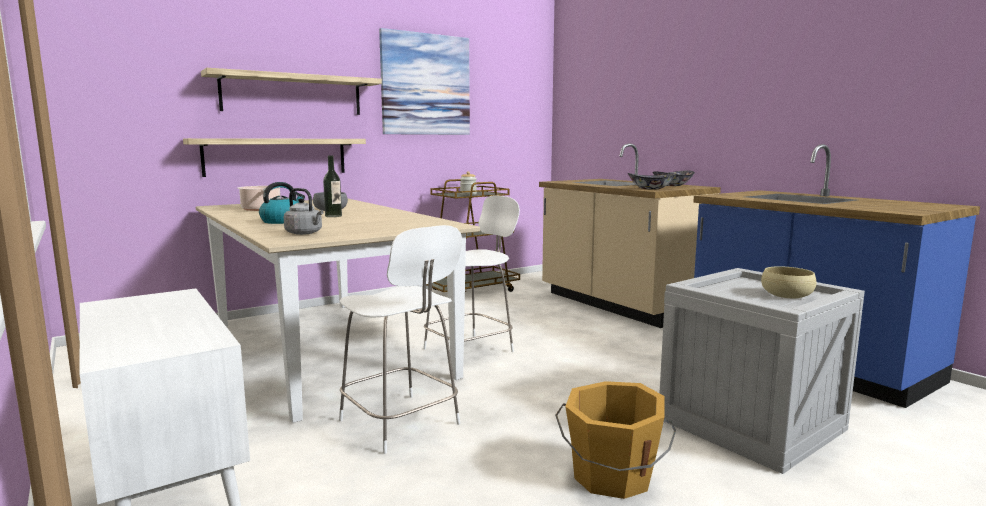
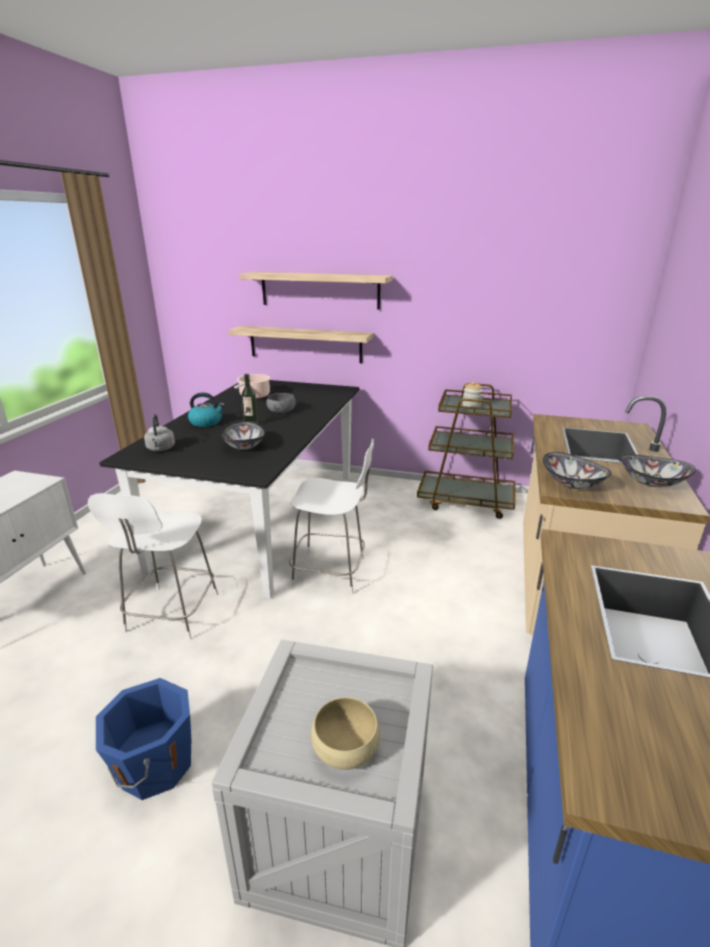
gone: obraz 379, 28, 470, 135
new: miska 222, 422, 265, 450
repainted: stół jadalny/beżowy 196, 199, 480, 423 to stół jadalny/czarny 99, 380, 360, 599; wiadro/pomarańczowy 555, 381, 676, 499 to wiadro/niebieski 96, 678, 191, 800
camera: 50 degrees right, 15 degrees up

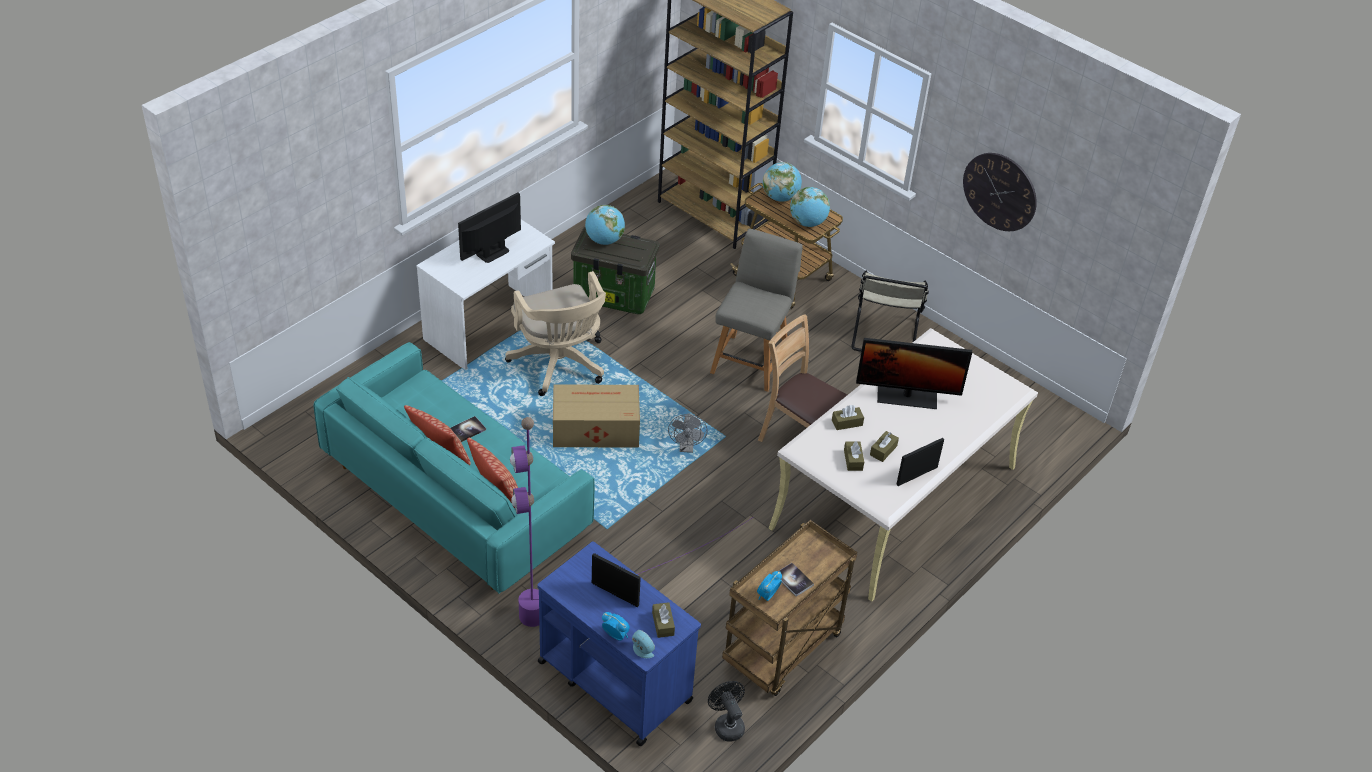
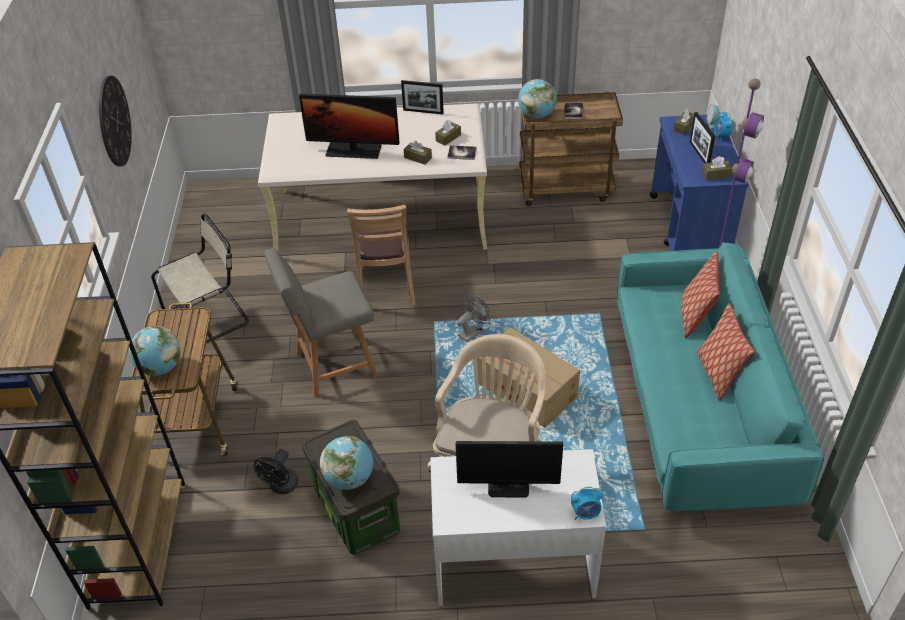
shifted: globus 790, 187, 830, 227 to 518, 79, 557, 118; książka 450, 416, 486, 442 to 447, 145, 477, 160; pudełko chusteczek/brązowy 870, 431, 899, 462 to 702, 156, 732, 180; budzik 757, 571, 782, 601 to 571, 487, 603, 520; wentylator/czarny 708, 681, 745, 742 to 254, 449, 298, 494
rotated: monitor 856, 338, 972, 409 = 299, 94, 400, 159 135 degrees clockwise
camera: 130 degrees left, 0 degrees up

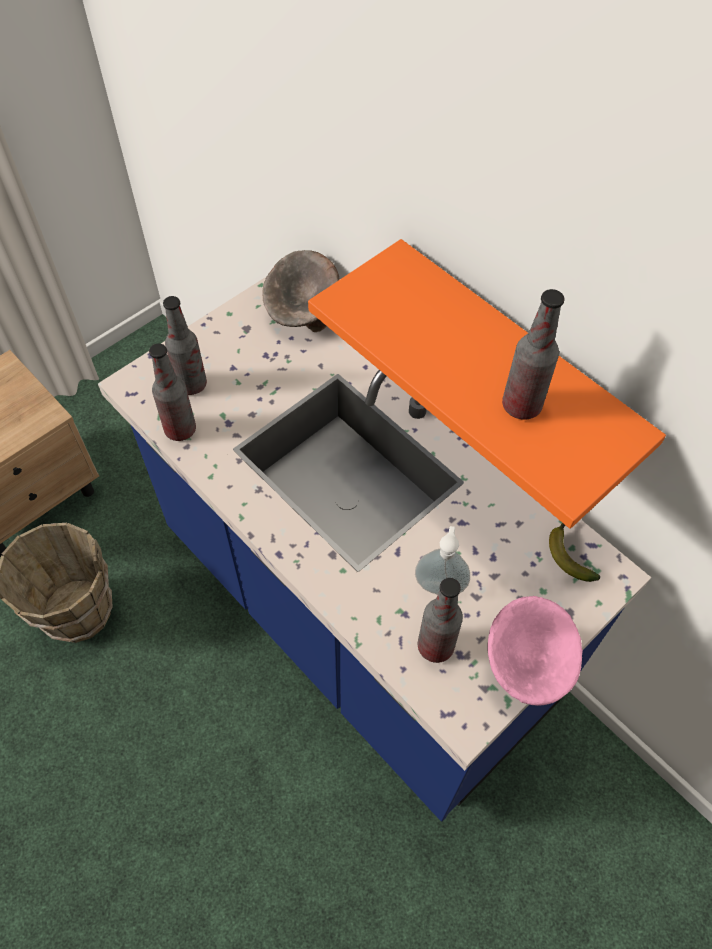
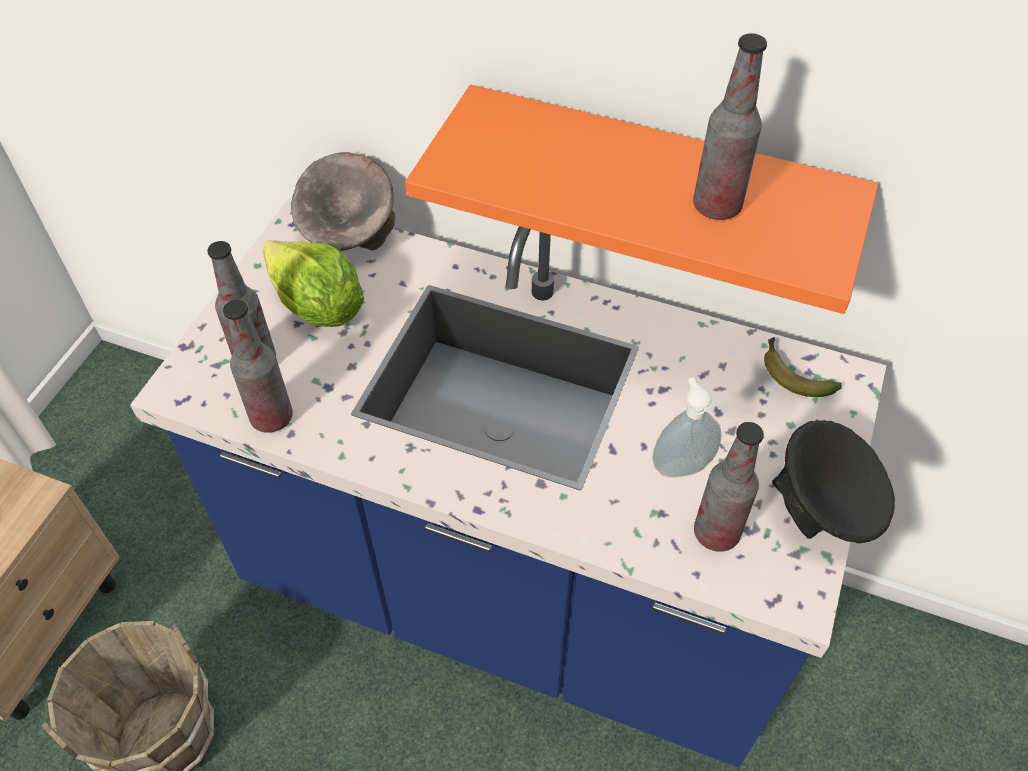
new: sałata 262, 240, 364, 327
repainted: miska/różowy 487, 596, 583, 706 to miska/czarny 772, 420, 895, 543
camera: 25 degrees left, 5 degrees down

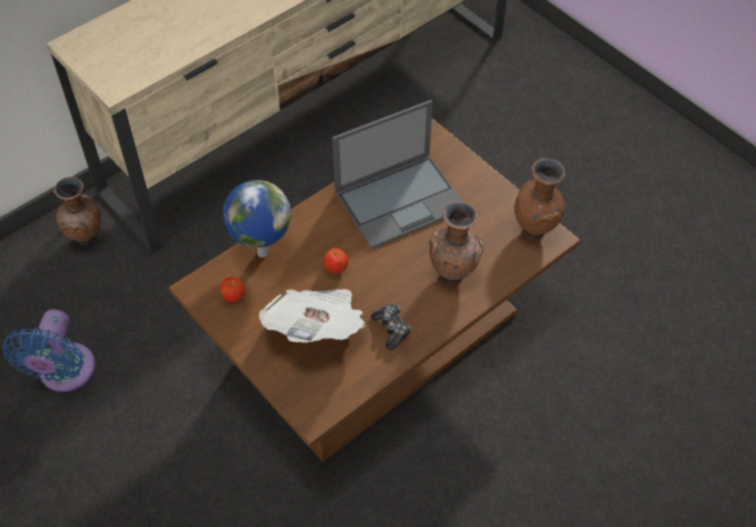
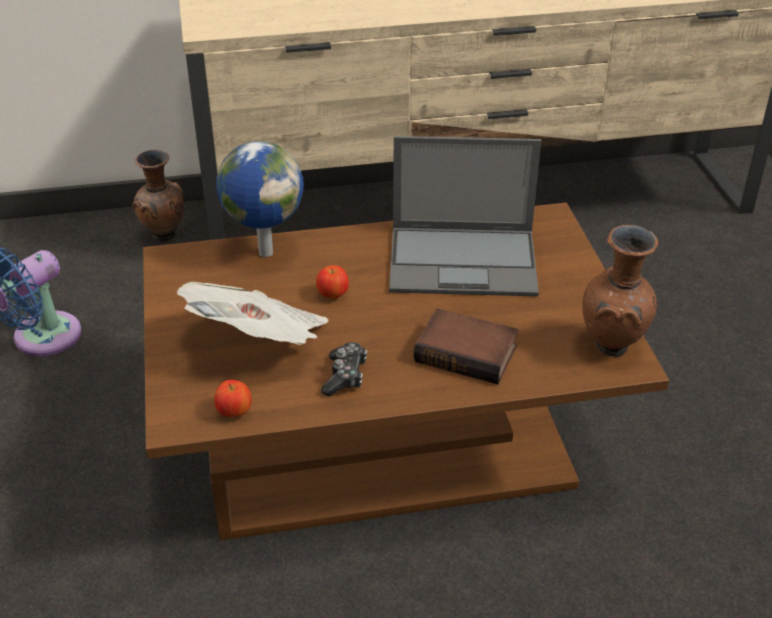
shifted: jabłko 220, 277, 246, 302 to 214, 380, 252, 417
swapped: wazon/brązowy 429, 202, 483, 285 to książka 414, 308, 519, 384
camera: 30 degrees right, 15 degrees down

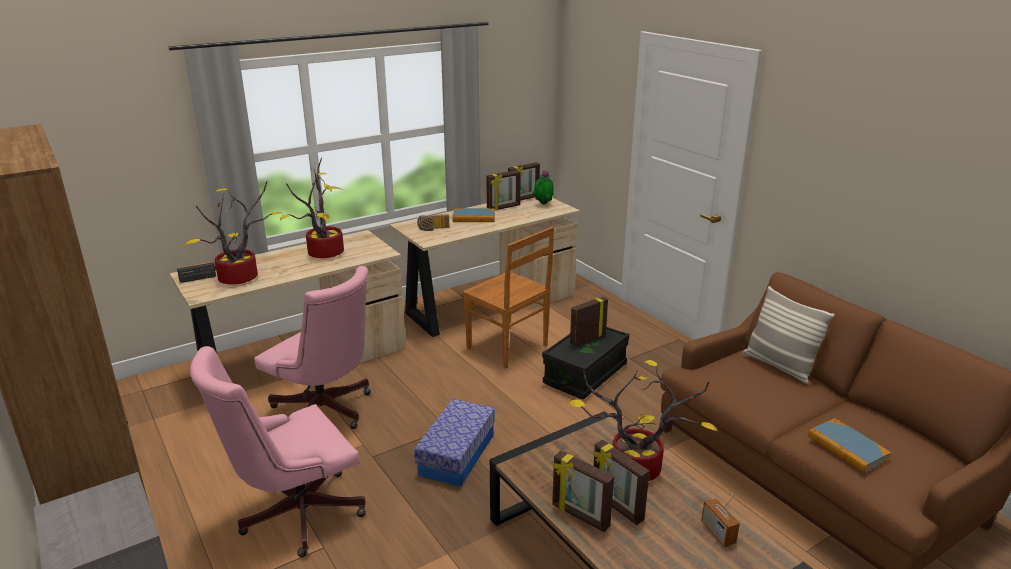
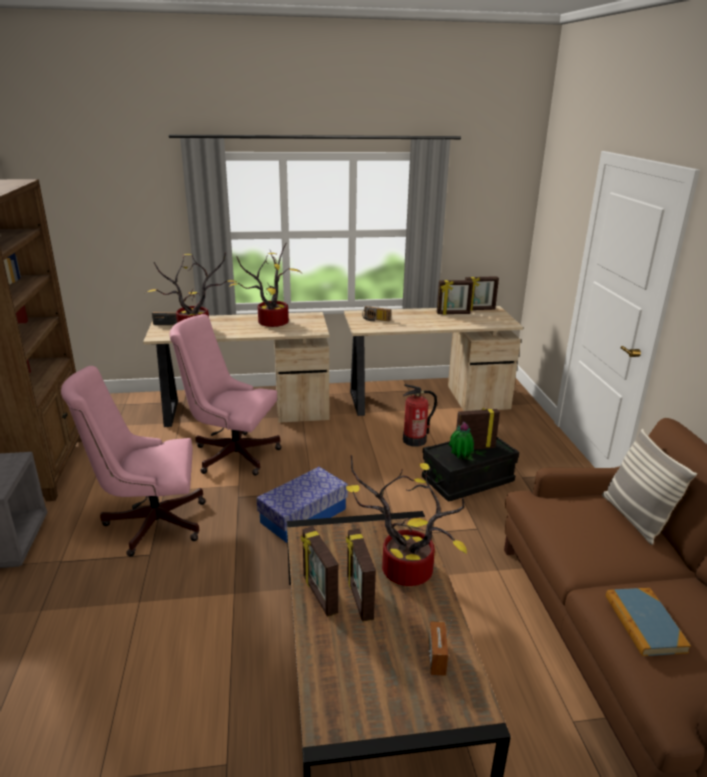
gone: książka 453, 208, 495, 222
shifted: roślina doniczkowa 533, 170, 554, 204 to 448, 421, 474, 459
swapped: krzesło/brązowy 463, 226, 554, 369 to gaśnica 403, 384, 437, 447
rotated: krzesło biurowe/różowy 254, 266, 371, 429 = 170, 314, 281, 476 135 degrees clockwise
camera: 25 degrees right, 0 degrees up

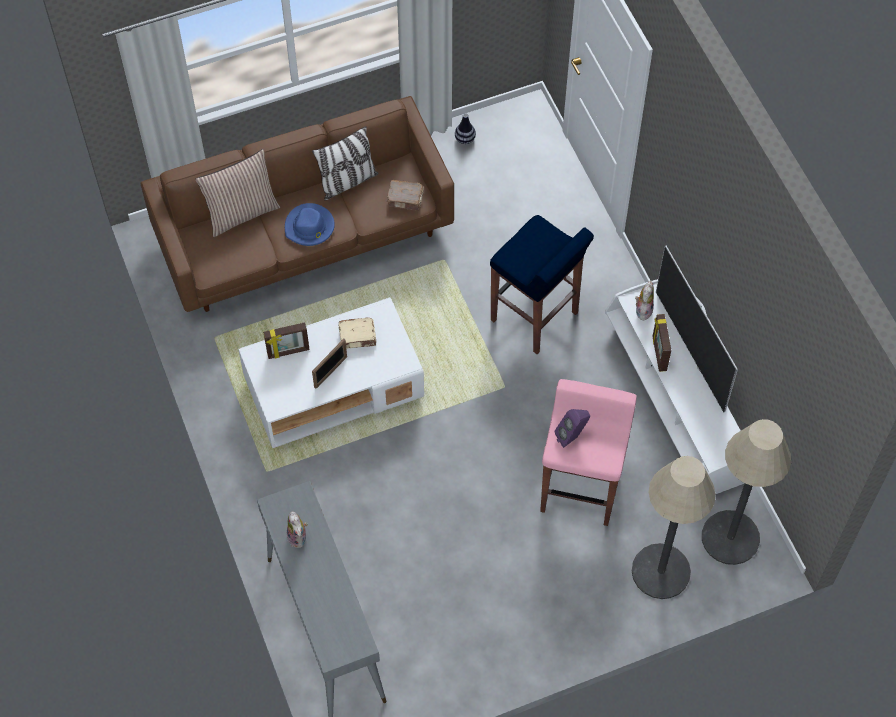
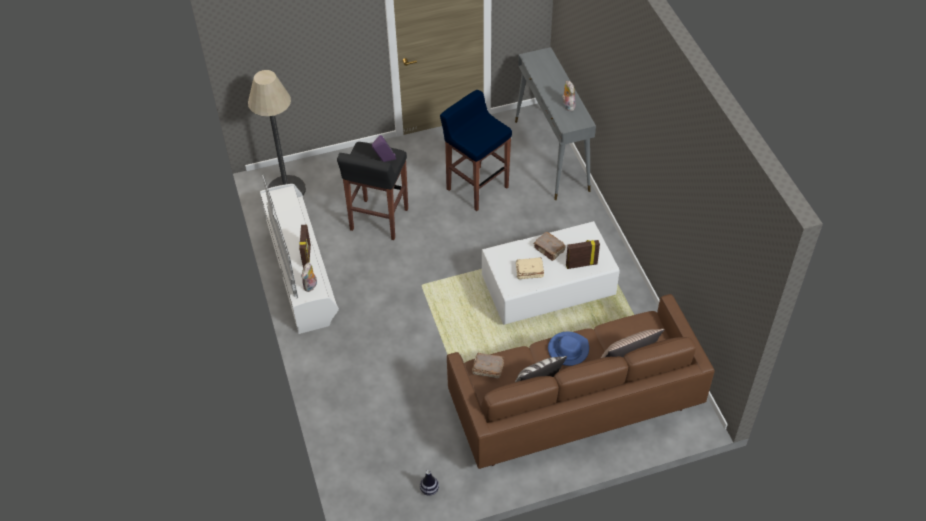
gone: lampa stojąca 632, 456, 716, 599
shifted: stołek/niebieski 490, 215, 594, 354 to 440, 90, 512, 211
swapped: ramka na zdjęcie 312, 339, 347, 389 to książka/brązowy 533, 232, 566, 261
repainted: stołek/różowy 540, 379, 637, 526 to stołek/czarny 337, 142, 408, 240
camera: 175 degrees left, 10 degrees down

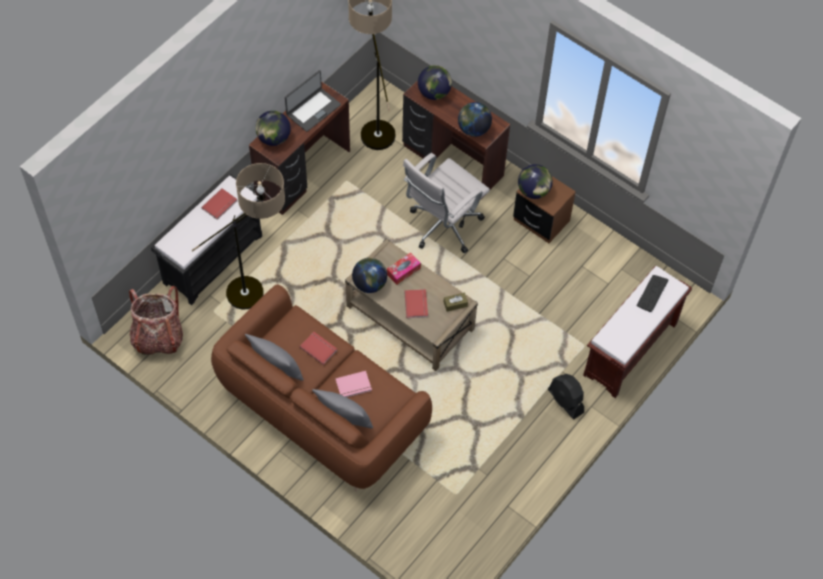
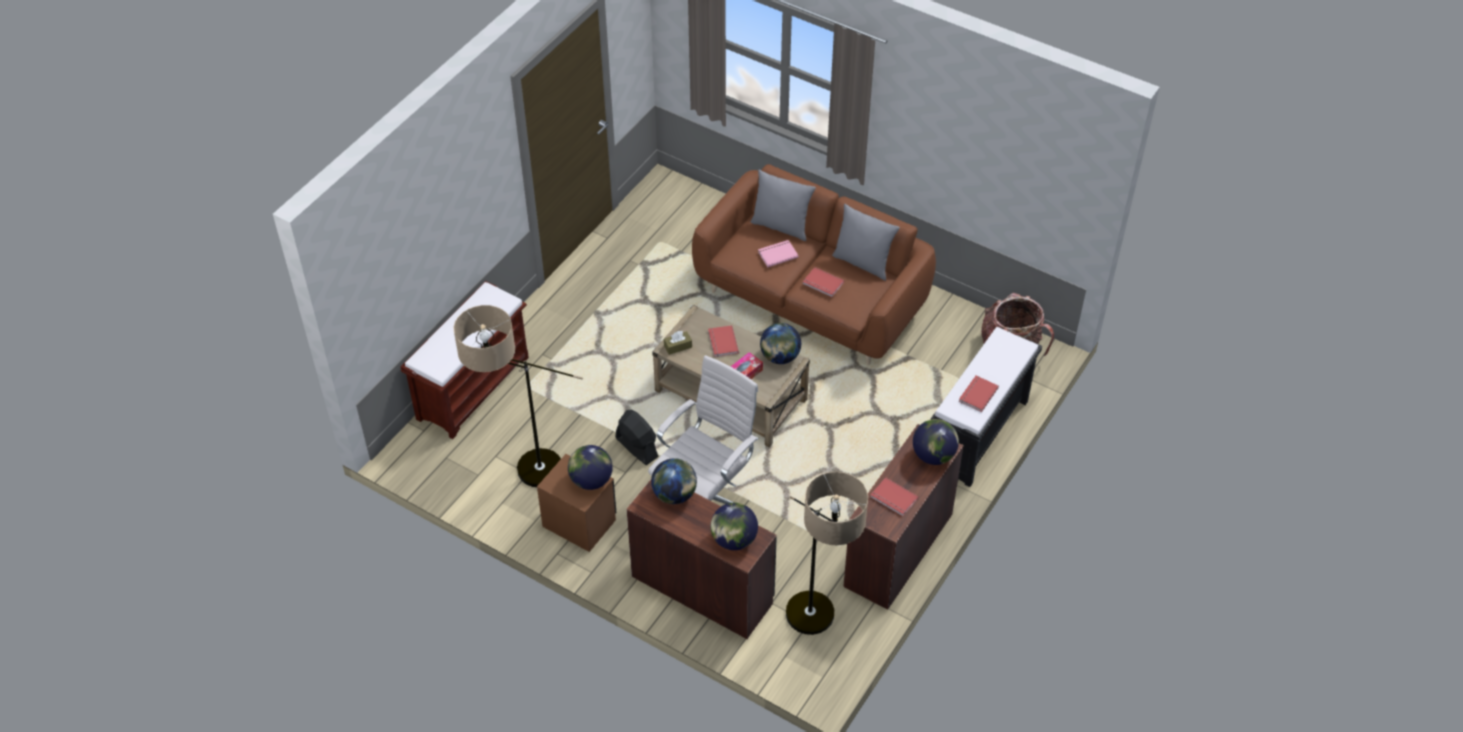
gone: klawiatura 637, 275, 668, 312
shifted: lampa stojąca 192, 163, 285, 310 to 453, 305, 583, 487; wentylator/czarny 548, 374, 584, 419 to 615, 410, 659, 465
swapped: laptop 285, 70, 341, 132 to książka/czerwony 870, 477, 918, 516
camera: 175 degrees right, 10 degrees down

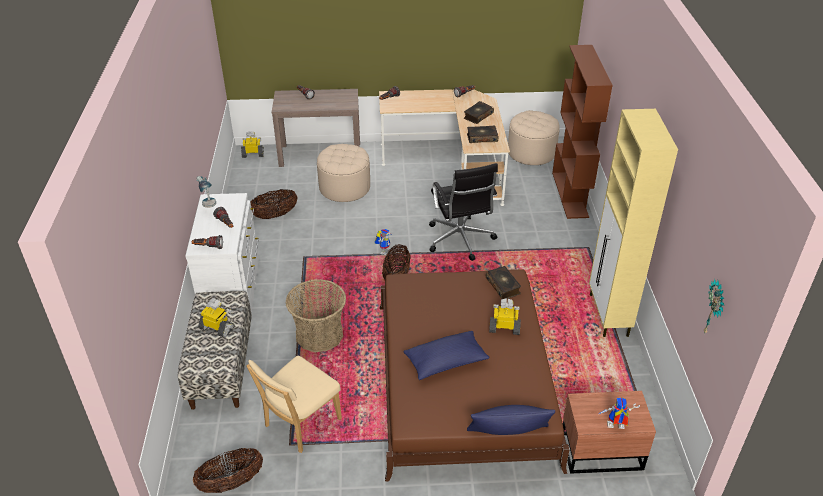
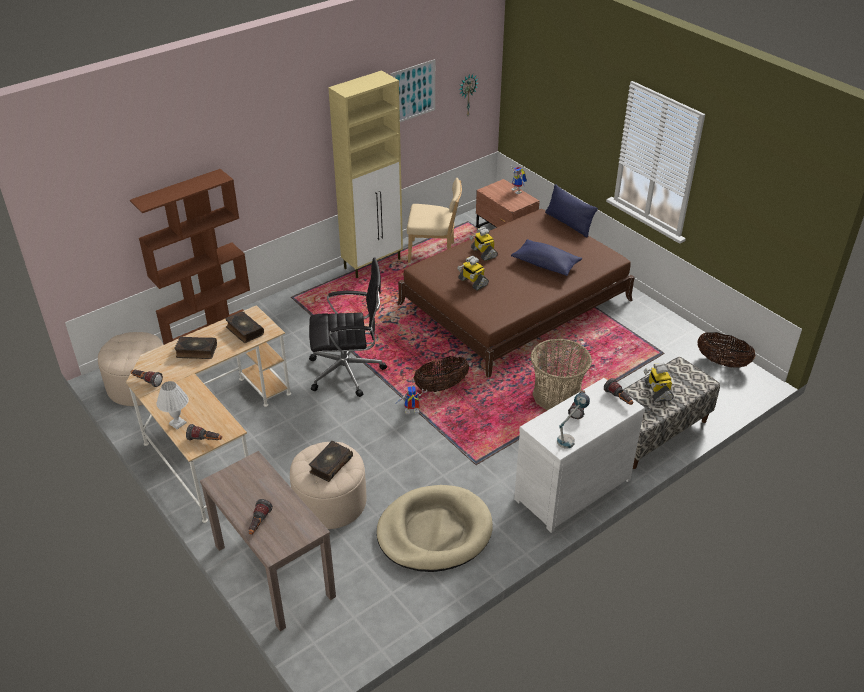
new: obraz 391, 59, 435, 122; lampa stołowa/biały 157, 381, 189, 429
shifted: robot zabawkowy 241, 131, 264, 158 to 457, 256, 489, 290; książka 486, 266, 521, 299 to 309, 441, 353, 482; krzesło/beżowy 246, 356, 342, 453 to 407, 178, 462, 263
swapped: koszyk 250, 189, 298, 219 to legowisko/beżowy 377, 485, 493, 572
rotated: krzesło biurowe/czarny 429, 163, 498, 261 = 309, 257, 387, 397 45 degrees clockwise
camera: 125 degrees left, 0 degrees up

